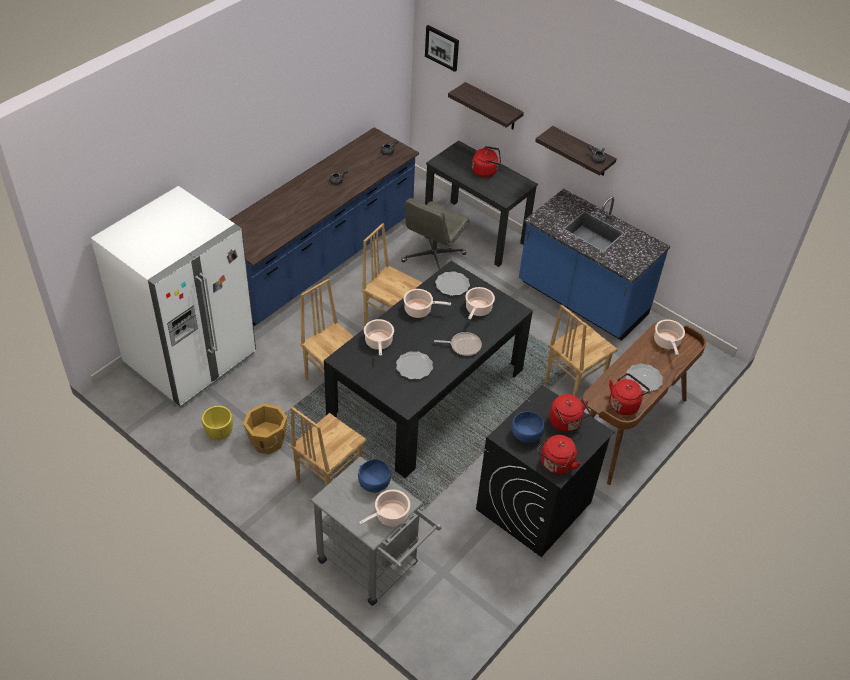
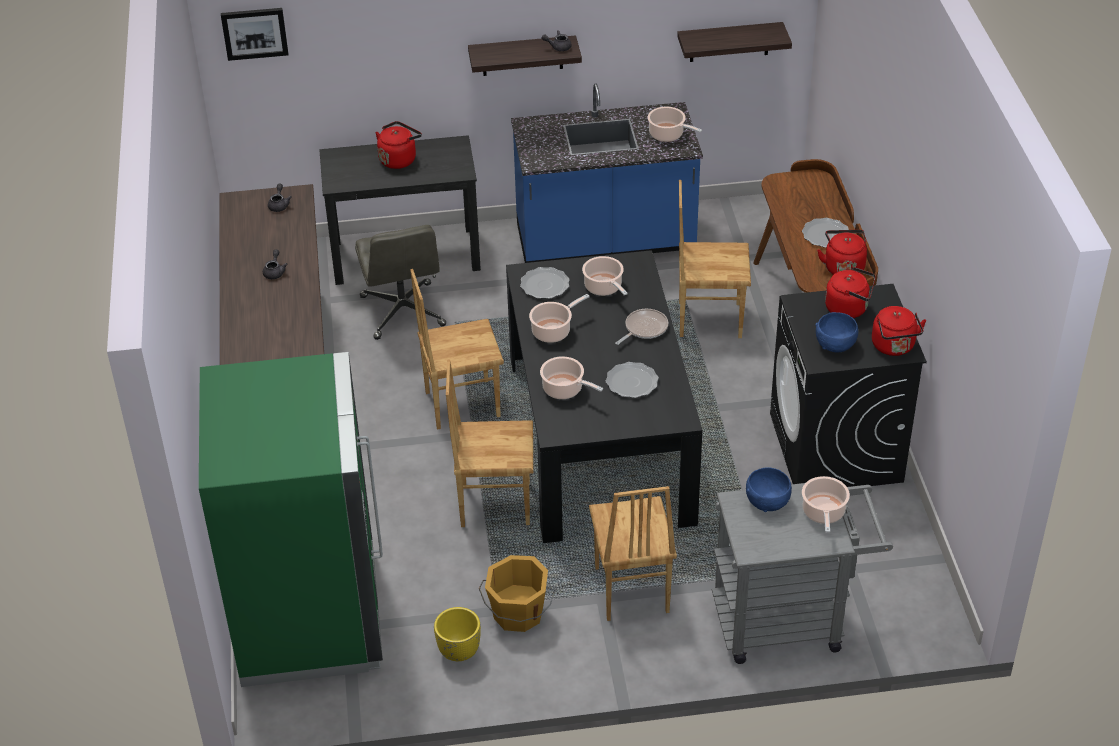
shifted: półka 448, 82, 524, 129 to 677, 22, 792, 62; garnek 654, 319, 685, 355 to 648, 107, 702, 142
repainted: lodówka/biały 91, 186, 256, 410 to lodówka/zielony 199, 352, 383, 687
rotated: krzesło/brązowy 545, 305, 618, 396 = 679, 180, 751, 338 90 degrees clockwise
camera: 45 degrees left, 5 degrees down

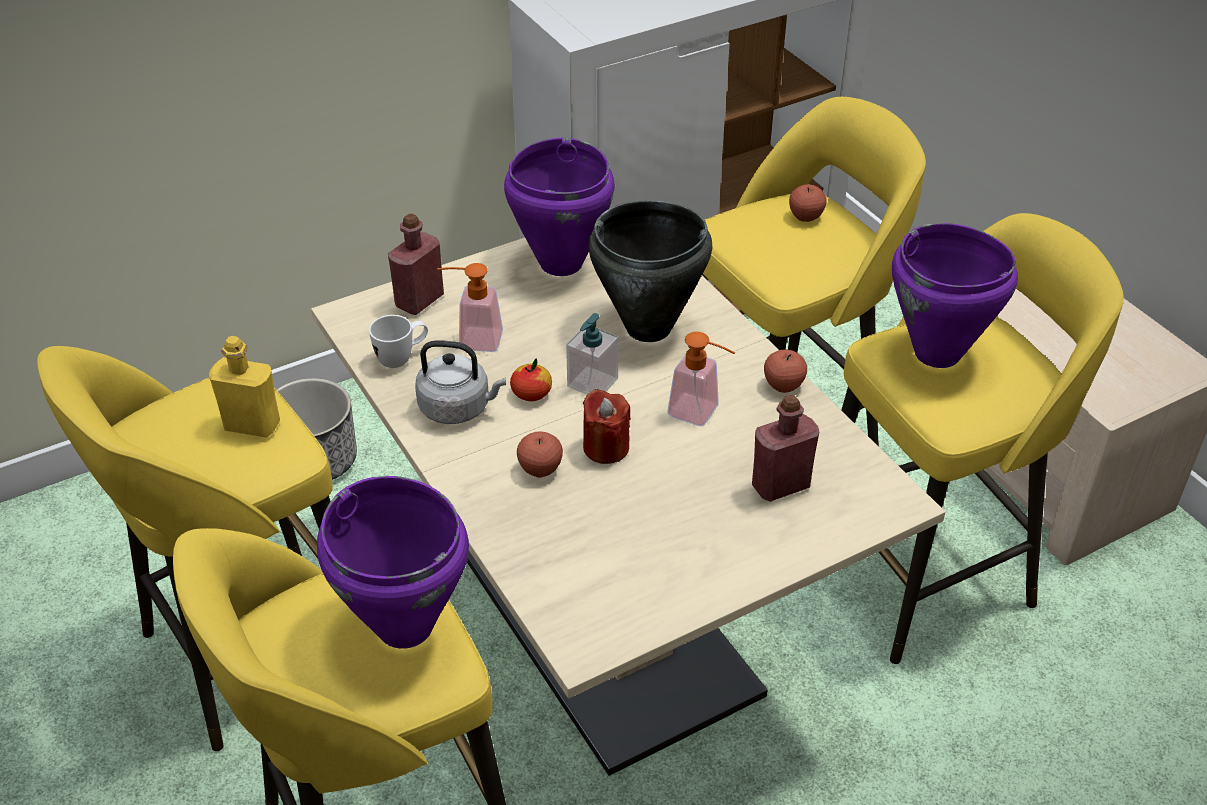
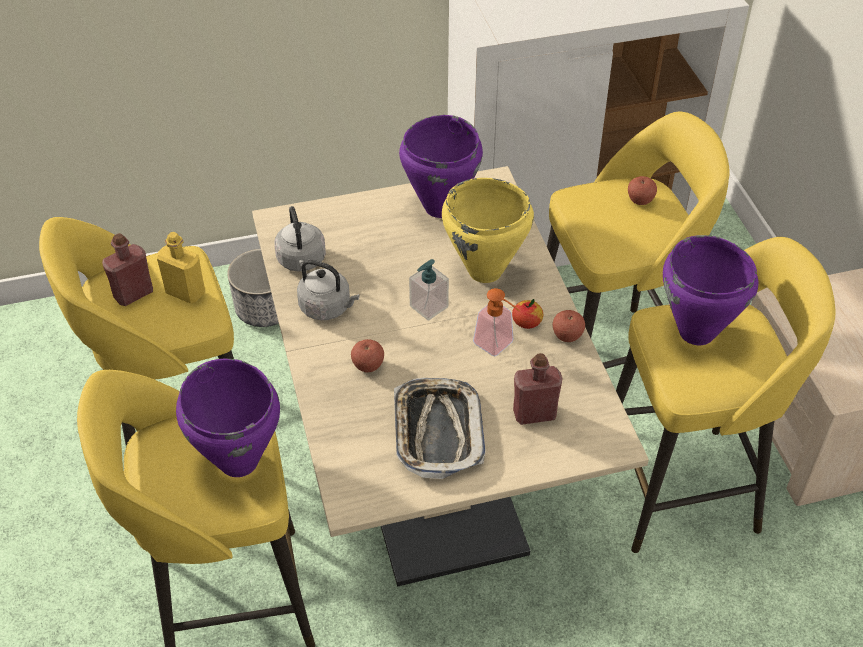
gone: dozownik mydła 437, 263, 503, 352; świeca/czerwony 583, 389, 631, 464
new: taca 394, 378, 486, 479
shifted: butelka/czerwony 388, 213, 444, 315 to 102, 233, 153, 306; jabłko 510, 359, 552, 401 to 512, 299, 543, 329
swapped: kubek/biały 369, 315, 428, 368 to czajnik/szary 274, 206, 326, 272
repainted: garnek/czarny 589, 201, 712, 342 to garnek/żółty 442, 178, 534, 283
camera: 15 degrees right, 5 degrees up

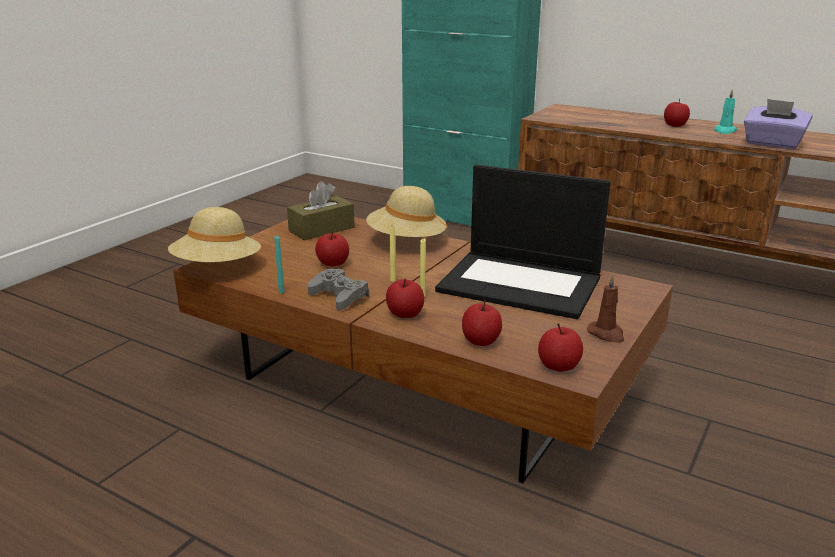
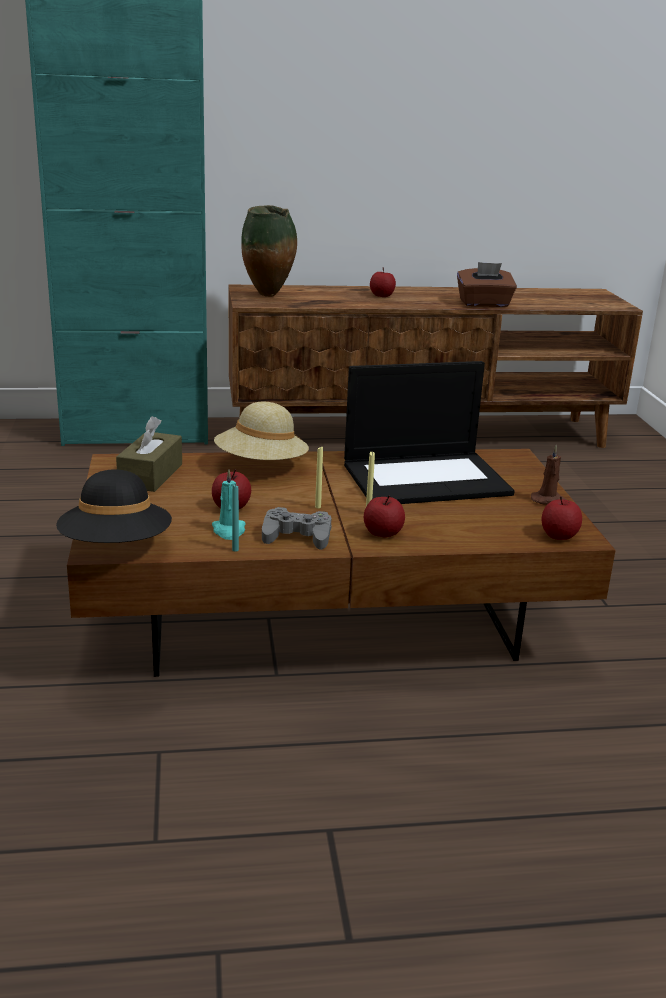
gone: jabłko 462, 300, 502, 346
new: wazon 241, 205, 297, 297
shifted: świeca/turkusowy 714, 89, 737, 134 to 212, 469, 246, 540
repainted: pudełko chusteczek/fioletowy 744, 99, 813, 149 to pudełko chusteczek/brązowy 457, 262, 517, 307; kapelusz/beżowy 168, 207, 261, 263 to kapelusz/czarny 56, 469, 172, 543
camera: 40 degrees left, 0 degrees up

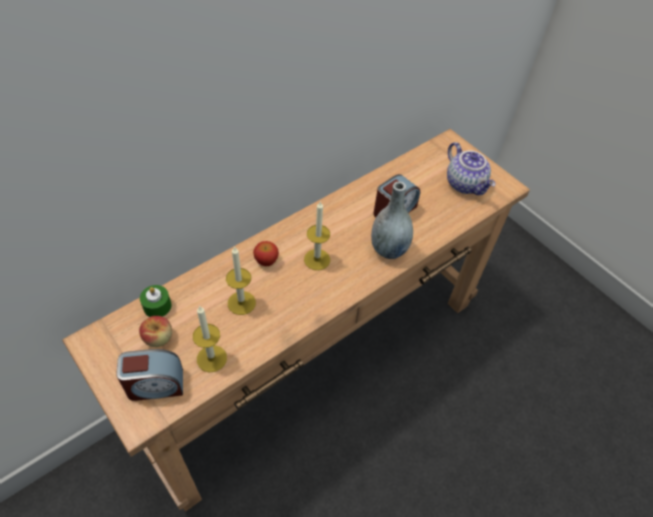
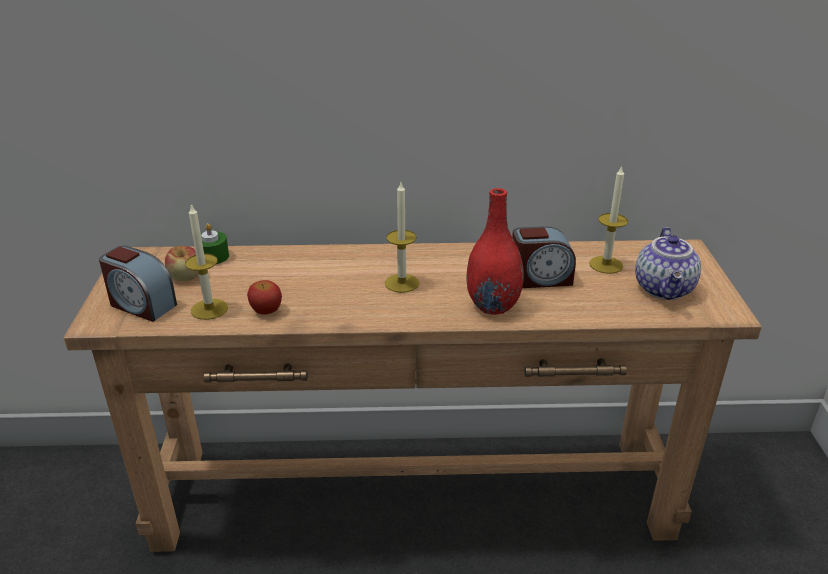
shifted: jabłko 253, 241, 279, 266 to 247, 280, 282, 315; świeca 226, 246, 256, 315 to 590, 165, 628, 274
repainted: wazon/szary 371, 182, 413, 259 to wazon/czerwony 466, 188, 524, 315
camera: 40 degrees right, 20 degrees down

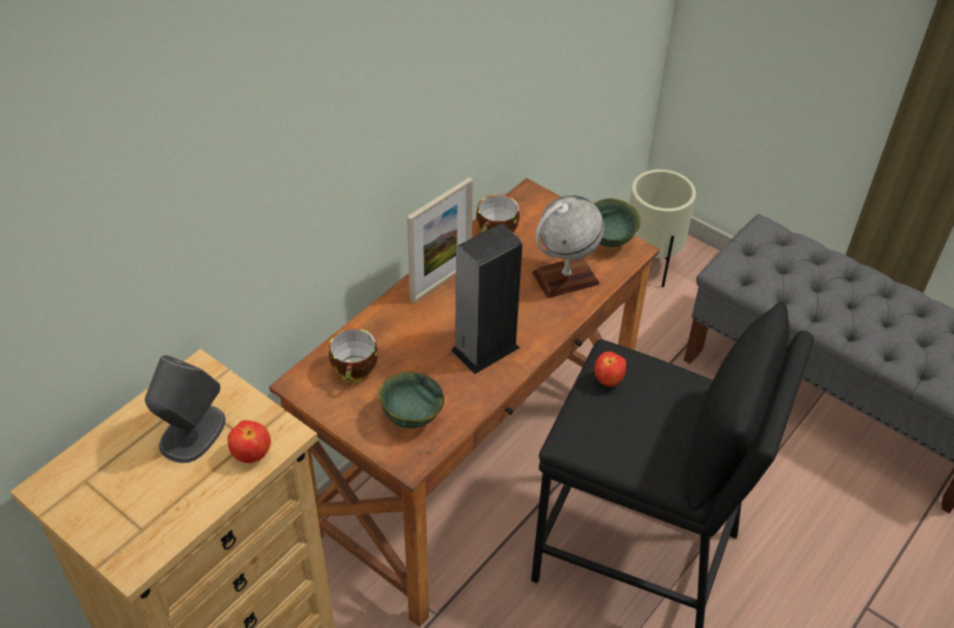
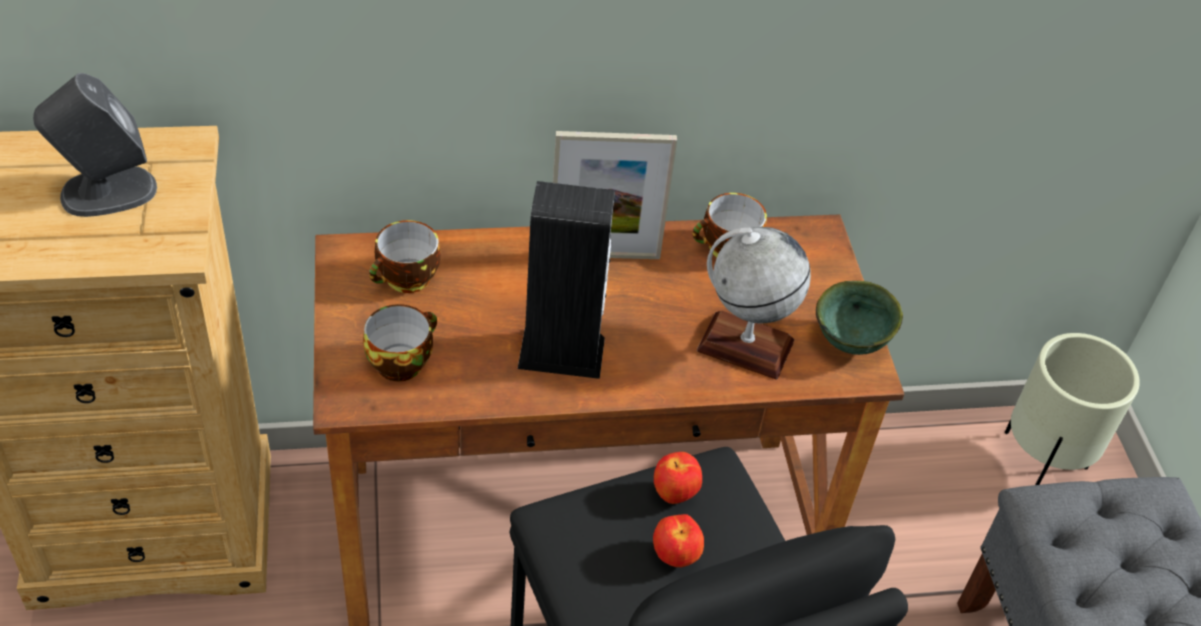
shifted: jabłko 227, 420, 271, 463 to 653, 514, 704, 567
swapped: miska/zielony 379, 372, 444, 428 to filiżanka 363, 304, 437, 381
camera: 40 degrees right, 0 degrees up

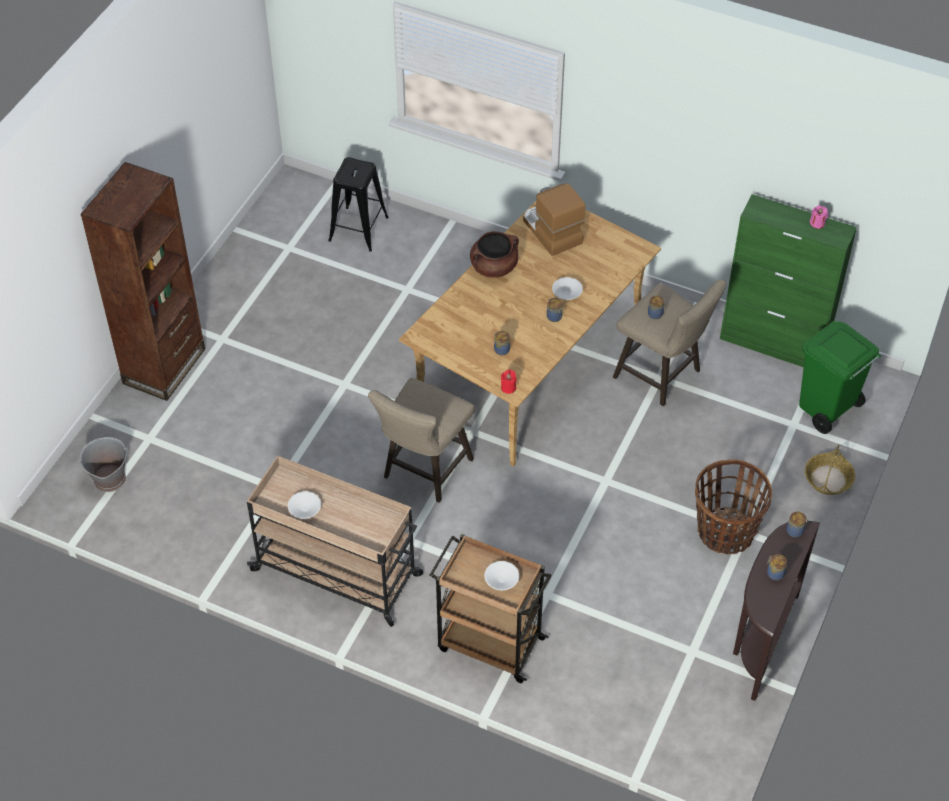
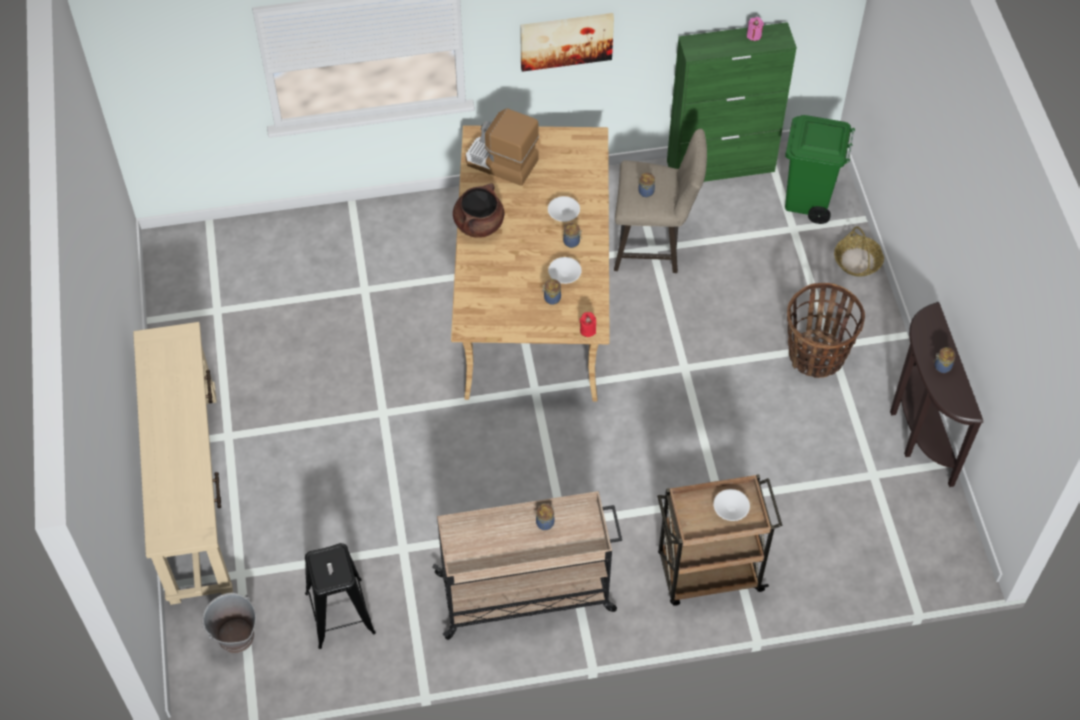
gone: stołek/beżowy 368, 378, 475, 503
new: obraz 520, 13, 614, 72
shifted: stołek/czarny 328, 157, 389, 252 to 305, 543, 376, 649; miska/biały 288, 491, 321, 519 to 548, 257, 582, 284; słoik 786, 512, 808, 537 to 536, 504, 554, 530
swapped: regał/brązowy 81, 162, 205, 401 to stolik konsolowy/beżowy 133, 322, 233, 605
camera: 35 degrees left, 5 degrees up

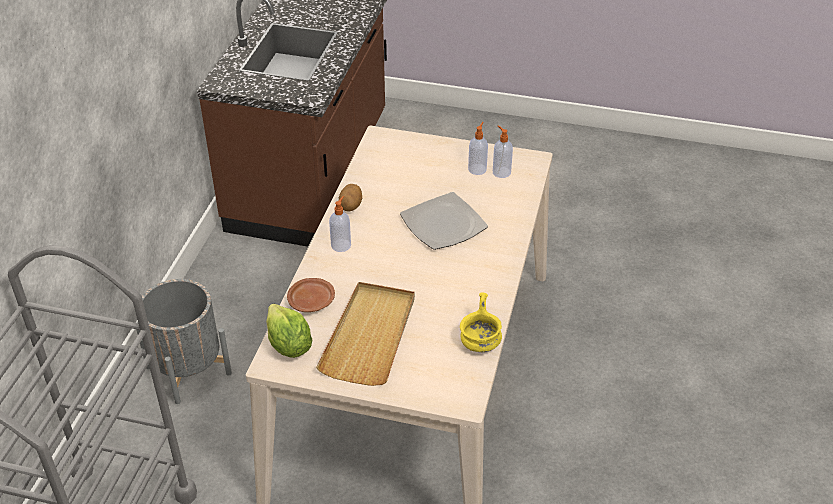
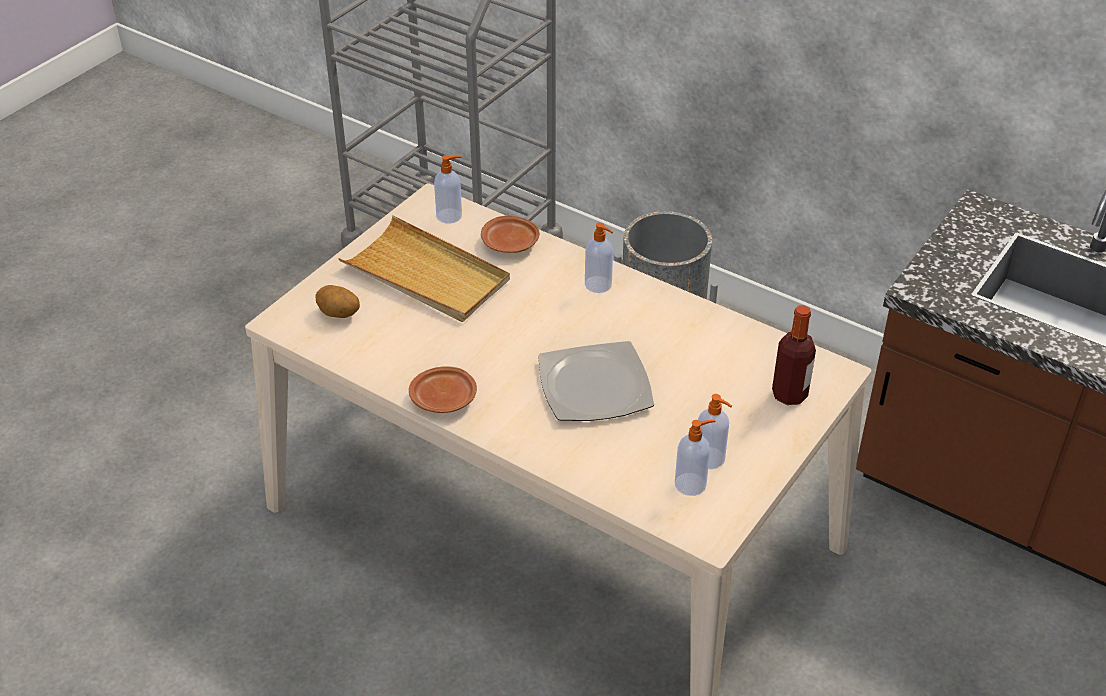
gone: miska/żółty 460, 292, 502, 353
new: butelka 772, 305, 816, 405; talerz/brązowy 409, 367, 477, 413
shifted: ziemniak 339, 184, 362, 212 to 315, 285, 360, 318
swapped: sałata 266, 304, 312, 358 to dozownik mydła 434, 155, 462, 224
camera: 110 degrees right, 0 degrees up

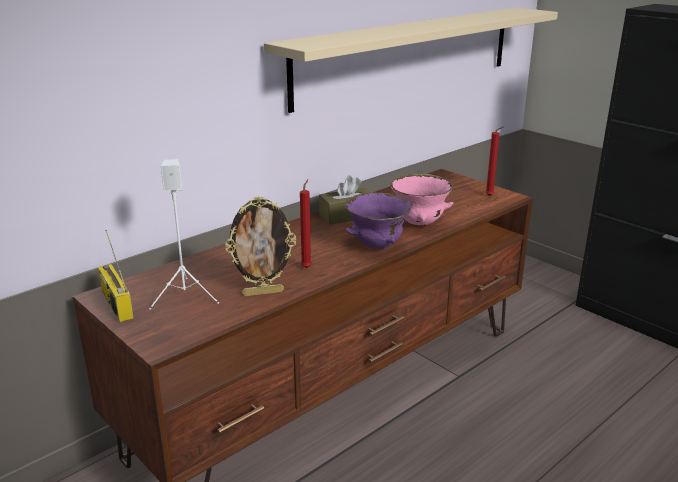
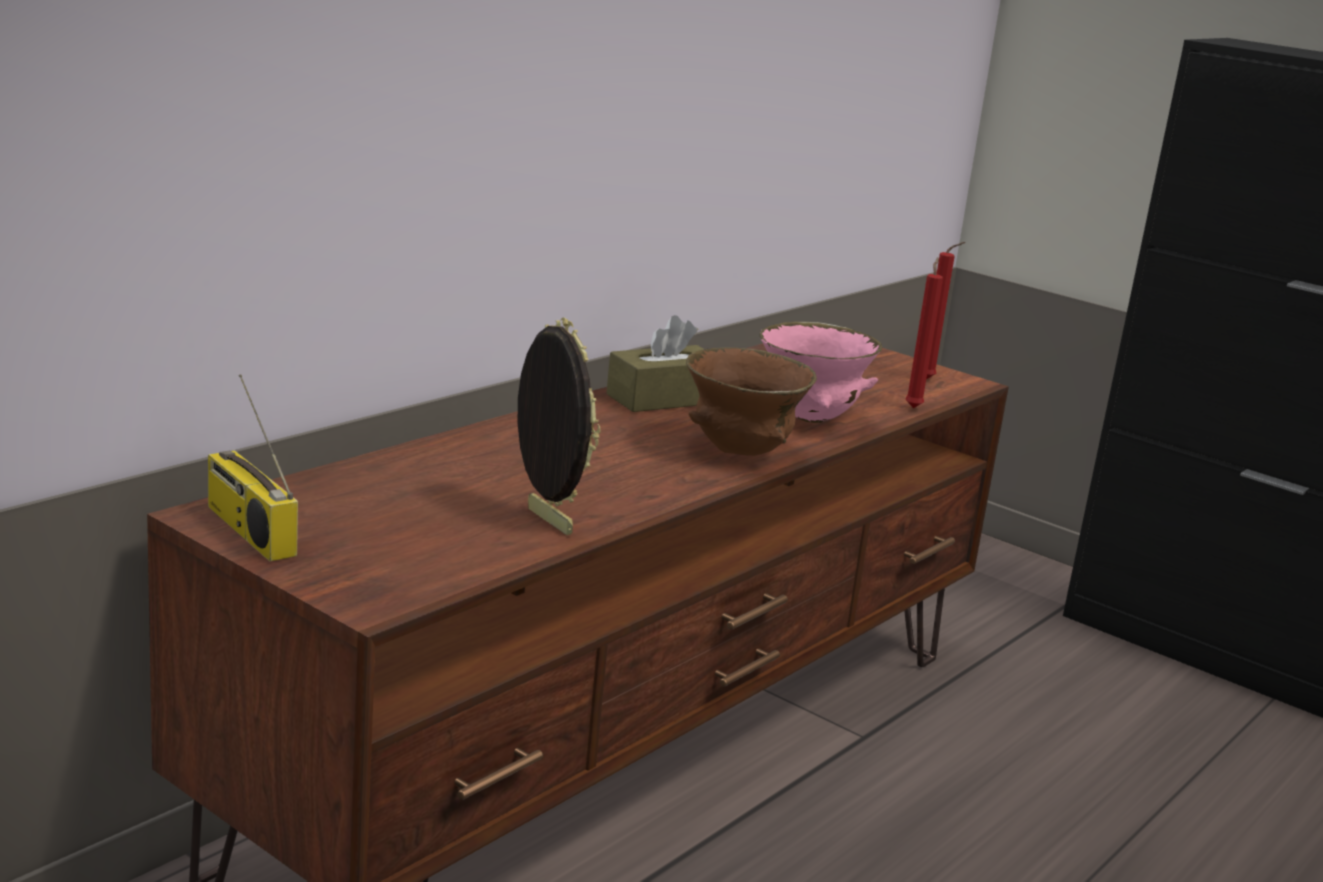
gone: półka/beżowy 264, 8, 558, 113; głośnik/biały 149, 159, 219, 309
shifted: świeca/czerwony 300, 179, 312, 268 to 905, 257, 943, 408
repainted: miska/fioletowy 345, 193, 412, 249 to miska/brązowy 686, 347, 817, 456
rotated: ramka na zdjęcie 225, 196, 296, 296 = 518, 317, 601, 535 105 degrees counterclockwise
camera: 10 degrees left, 5 degrees down

